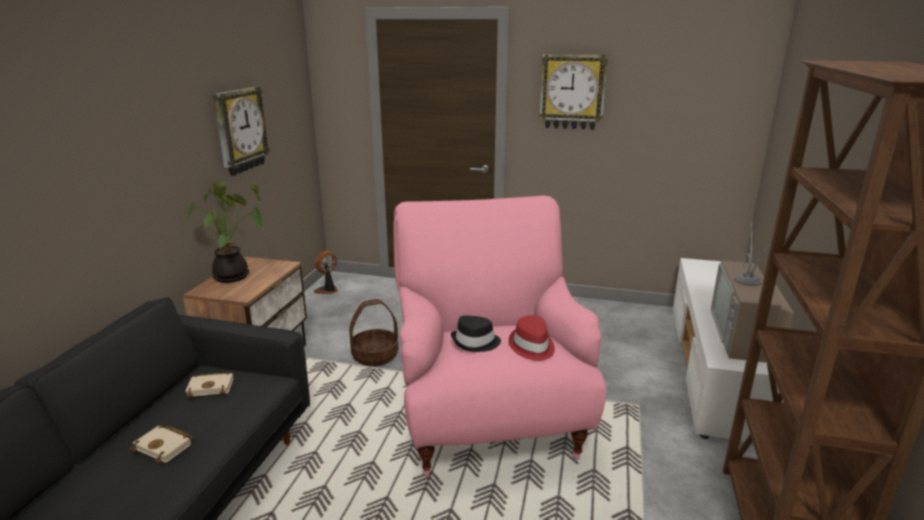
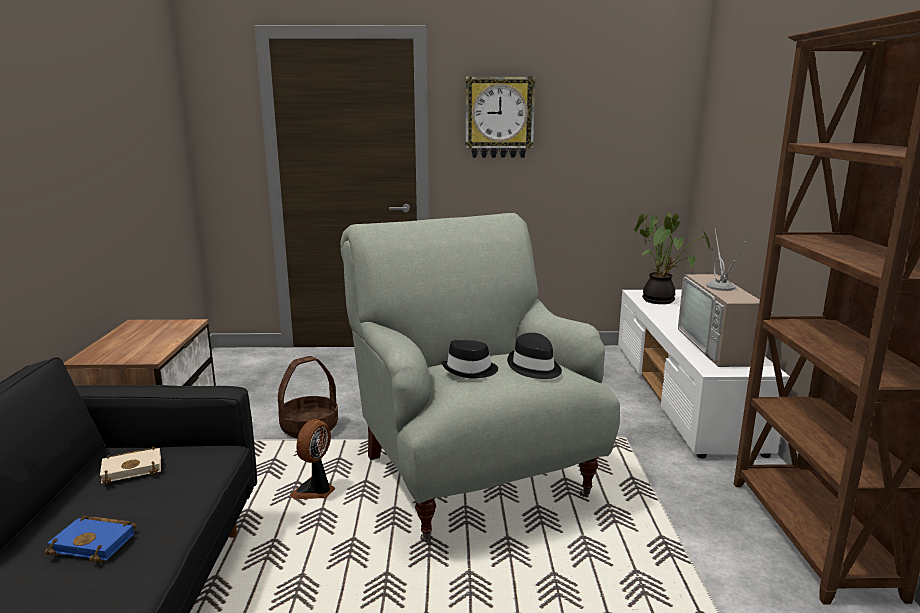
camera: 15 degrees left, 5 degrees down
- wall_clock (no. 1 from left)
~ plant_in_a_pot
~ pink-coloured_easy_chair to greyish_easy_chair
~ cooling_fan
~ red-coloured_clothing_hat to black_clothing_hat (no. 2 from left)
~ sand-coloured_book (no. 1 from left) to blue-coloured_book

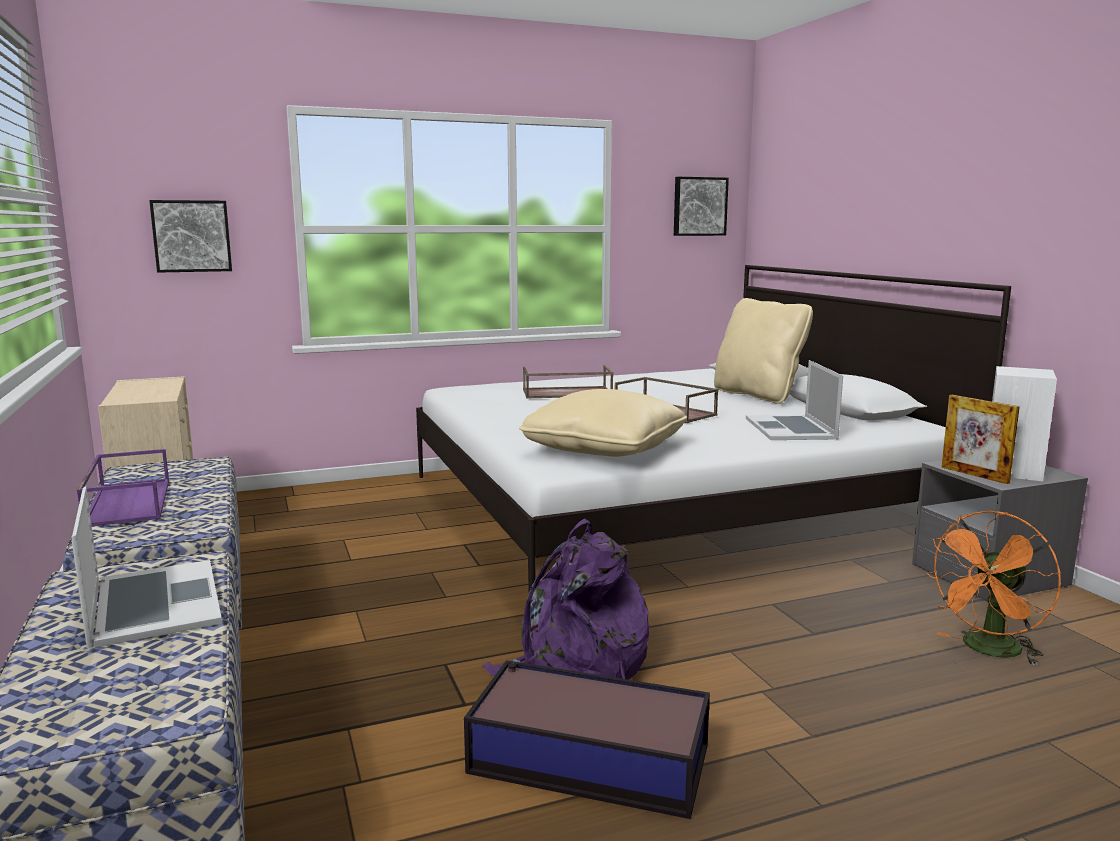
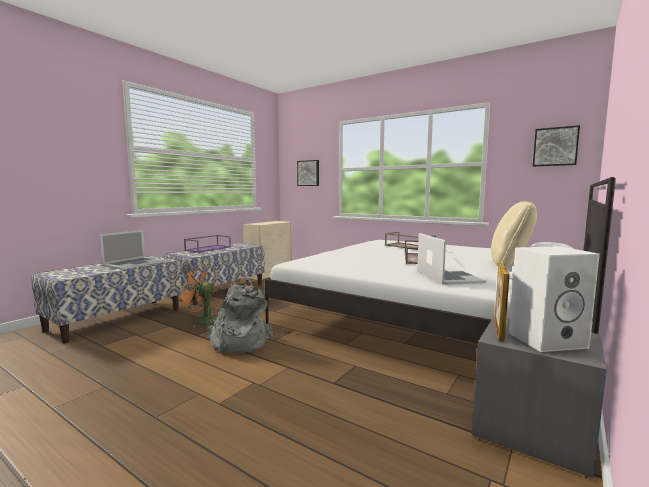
camera: 55 degrees right, 5 degrees down
~ portable_computer (no. 2 from left) 120 degrees clockwise
- sand-coloured_throw_pillow (no. 1 from left)
~ orange-coloured_cooling_fan
~ purple_knapsack to greyish_knapsack
- storage_container

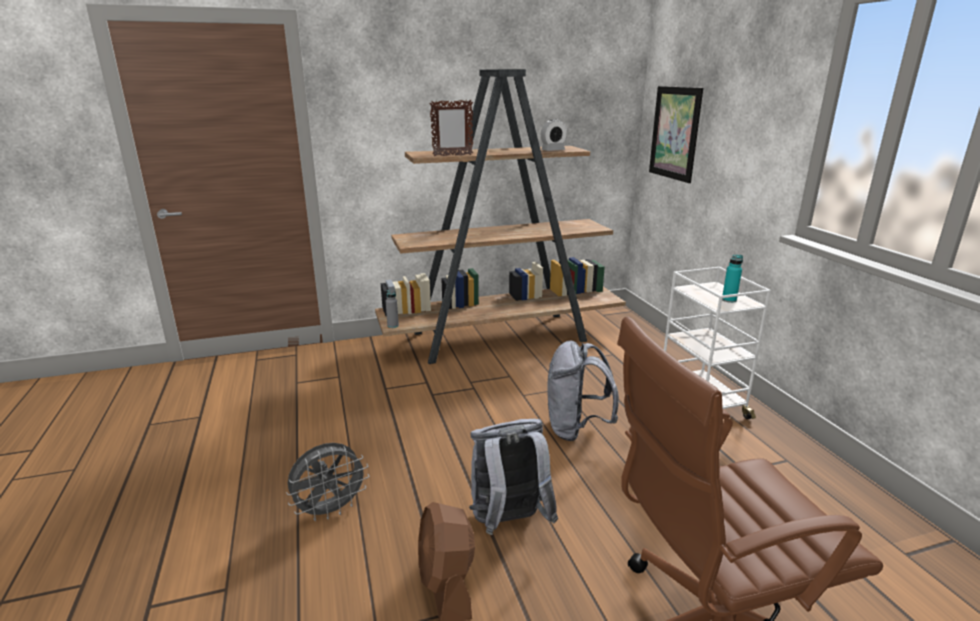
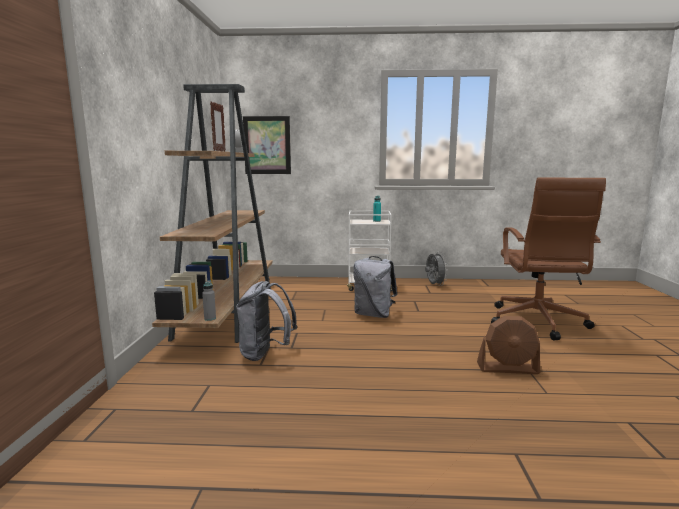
camera: 70 degrees left, 10 degrees down
~ greyish_knapsack (no. 1 from left)
~ greyish_cooling_fan

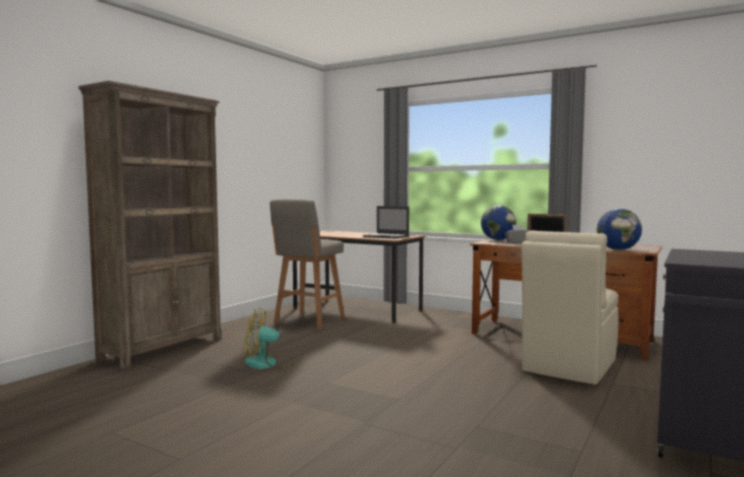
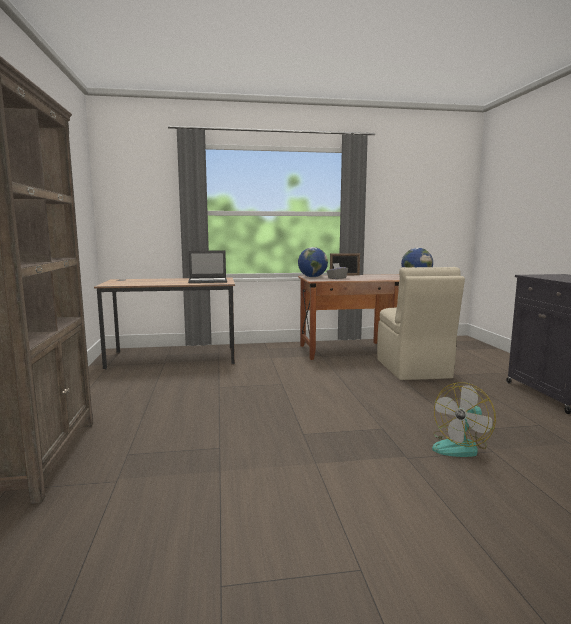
camera: 40 degrees left, 5 degrees up
- greyish_stool_seat
~ cooling_fan

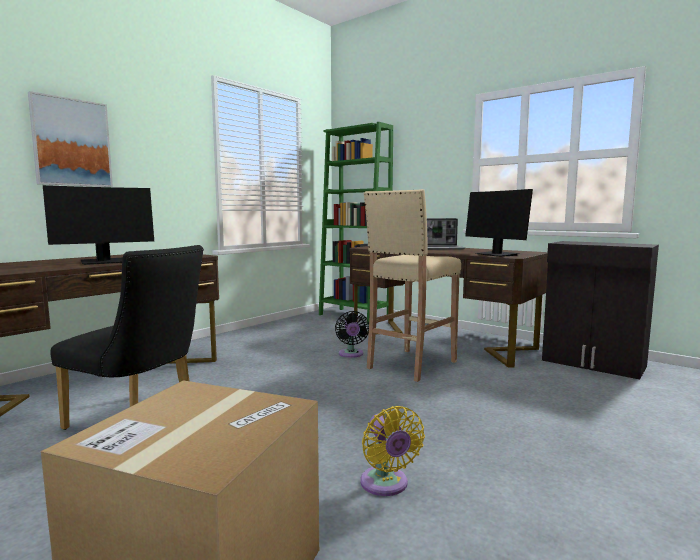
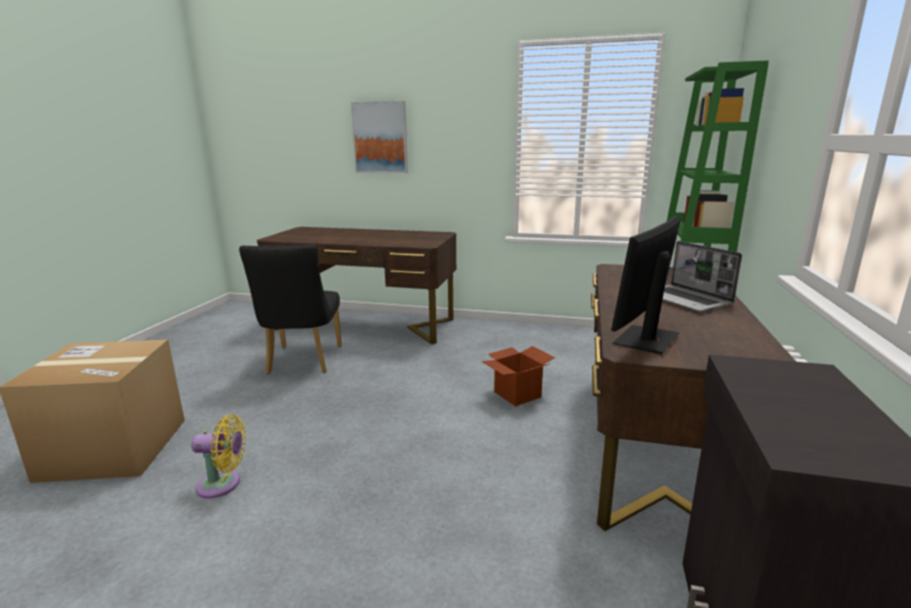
camera: 65 degrees right, 10 degrees up
- computer_screen (no. 1 from left)
- sand-coloured_stool_seat
~ black_cooling_fan to cardboard_box (no. 2 from left)
~ yellow_cooling_fan 135 degrees counterclockwise

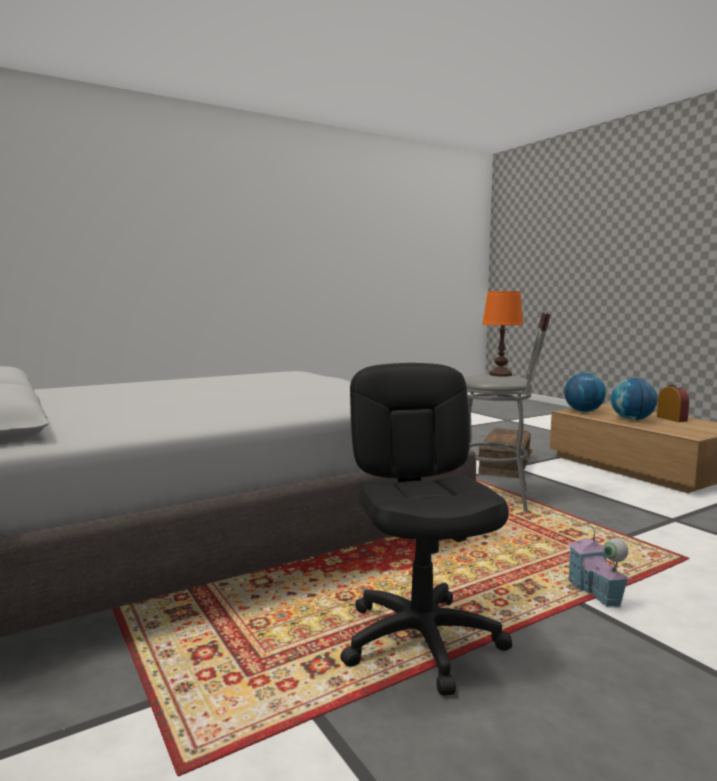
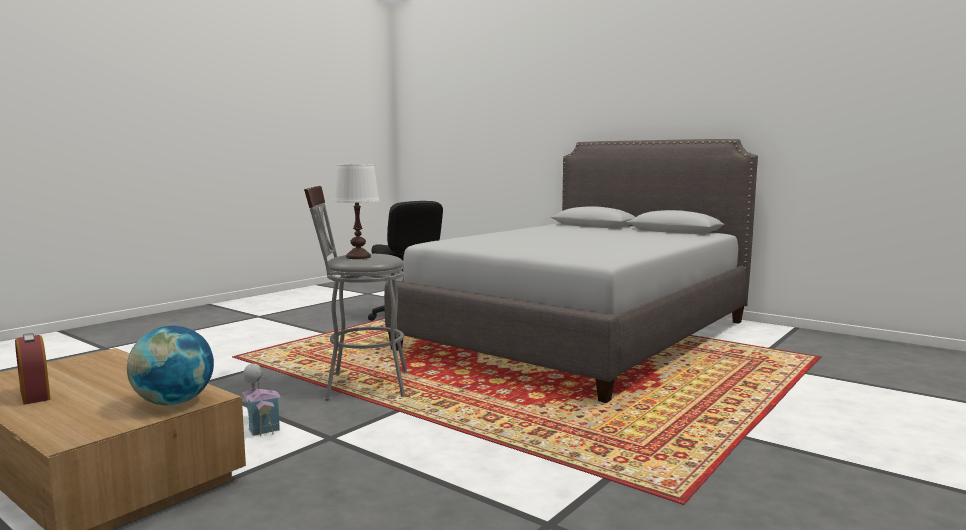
camera: 160 degrees right, 0 degrees up
~ orange-coloured_table_lamp to white_table_lamp
- world_globe (no. 2 from left)
- brown_storage_container
~ toy_house

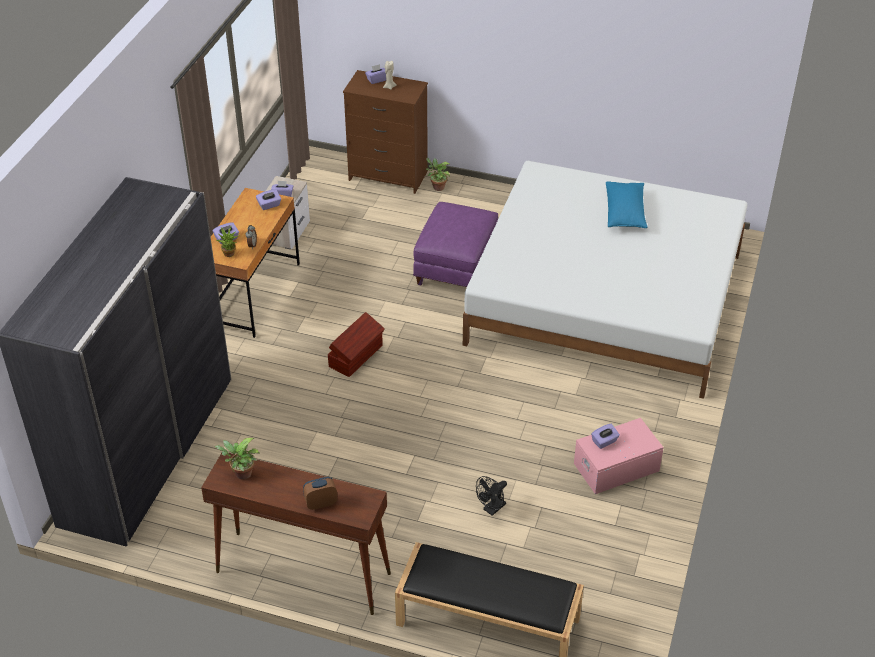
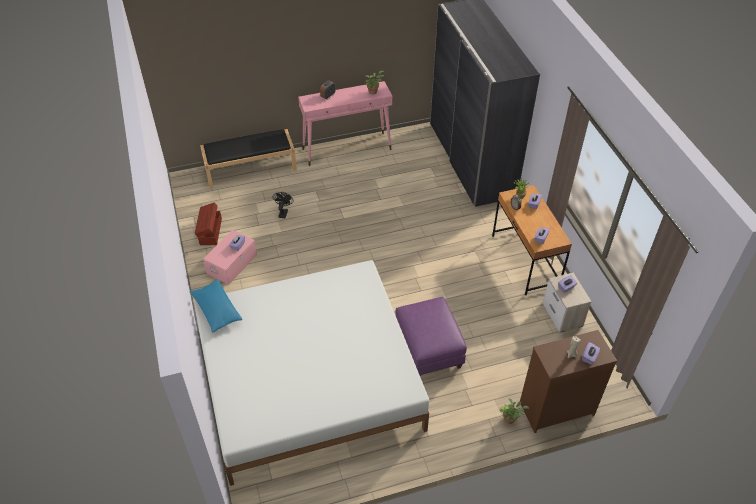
camera: 145 degrees right, 5 degrees up
~ blue-coloured_throw_pillow
~ brown_storage_container
~ brown_hall_table to pink-coloured_hall_table

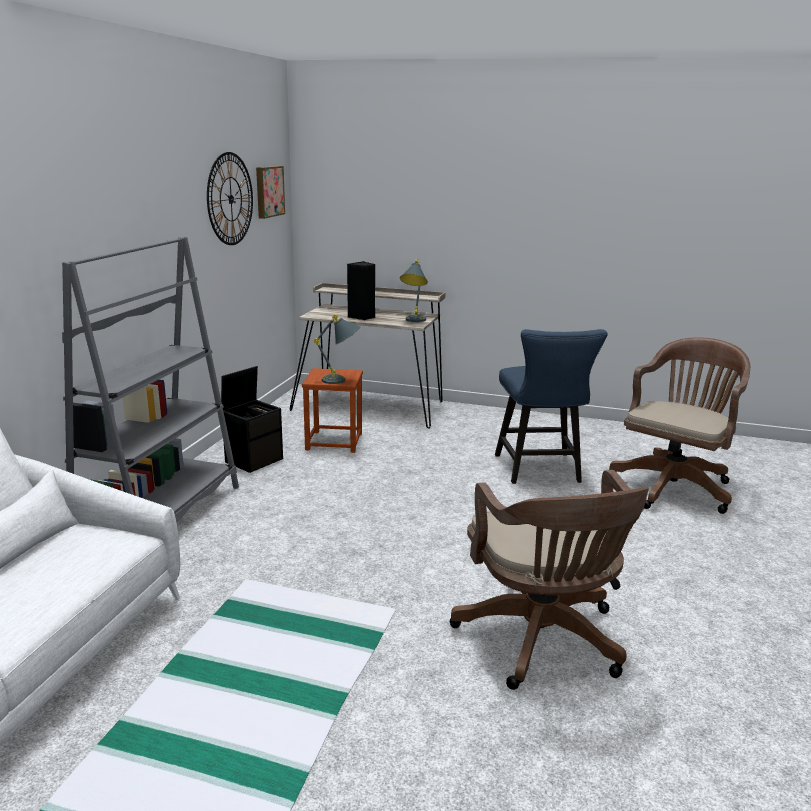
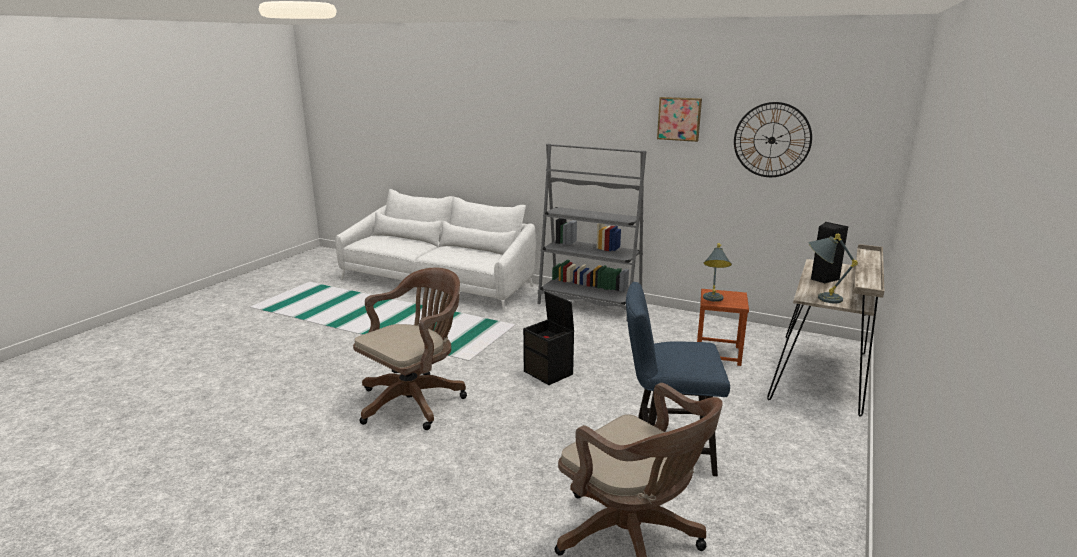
camera: 100 degrees right, 0 degrees up
~ wall_picture
~ black_storage_container
~ brown_desk_chair (no. 1 from left) 135 degrees clockwise

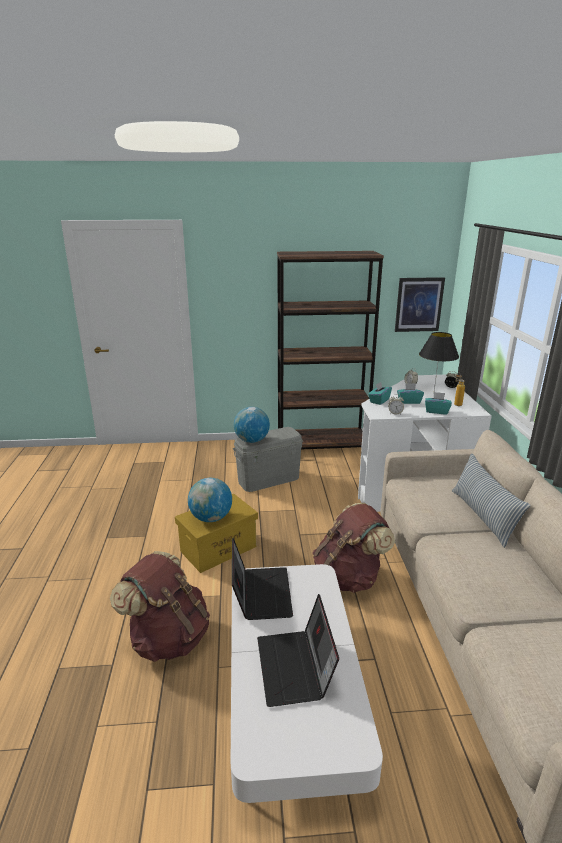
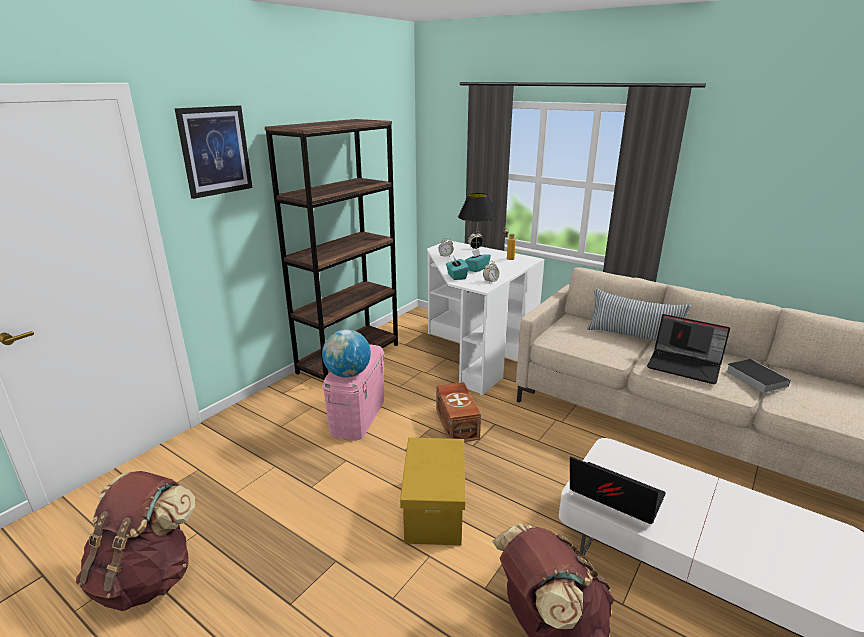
camera: 50 degrees left, 0 degrees up
~ wall_picture
- blue-green_tissue_box (no. 3 from left)
~ greyish_storage_container to pink-coloured_storage_container
- world_globe (no. 1 from left)
~ brown_knapsack (no. 2 from left in the first image) to brown_knapsack (no. 1 from left)
~ portable_computer (no. 2 from left)
+ book
+ brown_storage_container

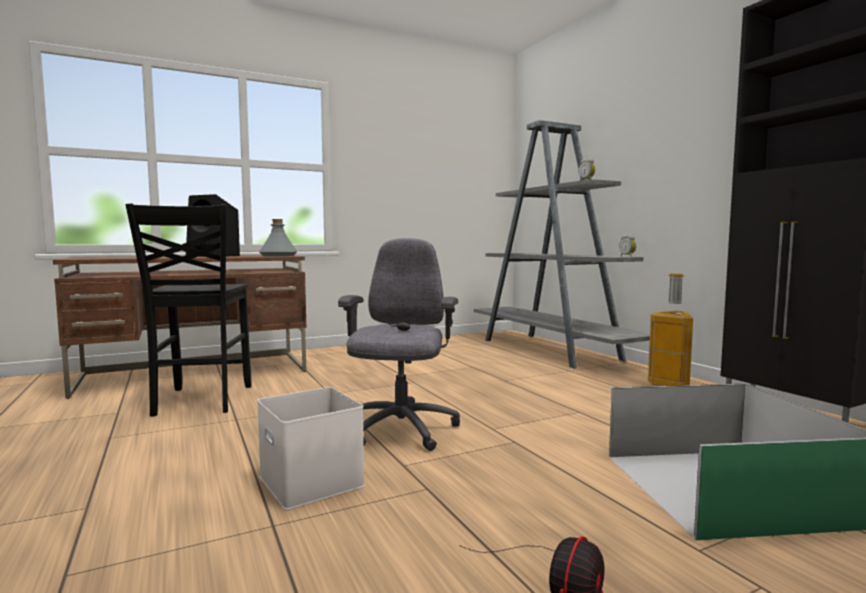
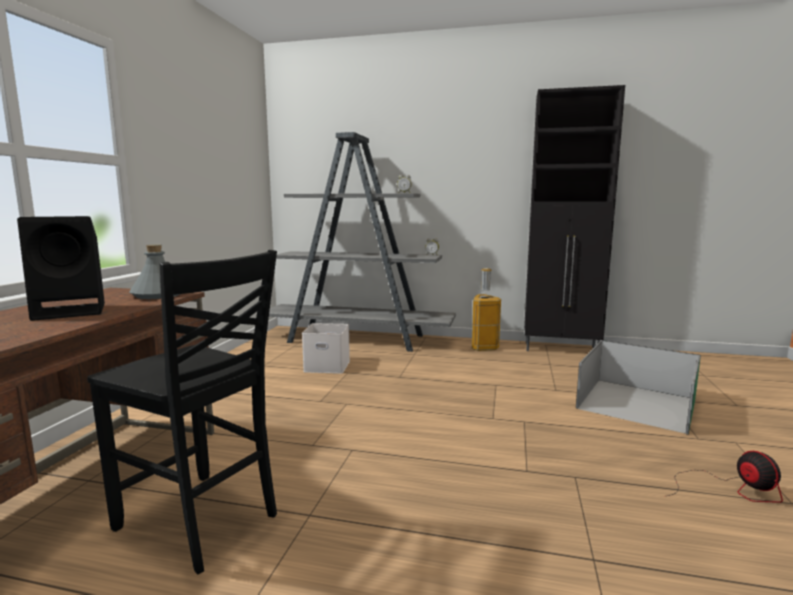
camera: 50 degrees left, 5 degrees up
- greyish_desk_chair
~ white_storage_container

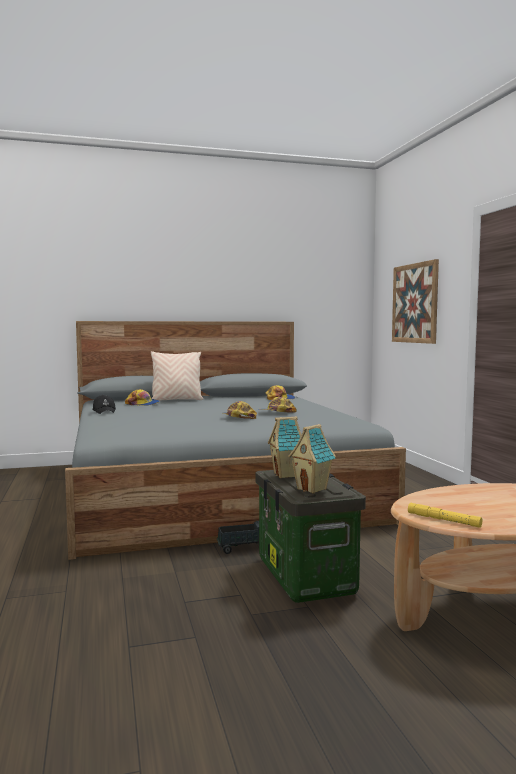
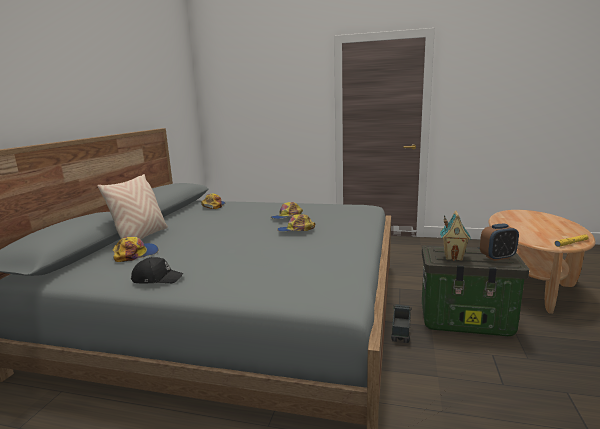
camera: 60 degrees left, 10 degrees up
- wall_picture
~ toy_house (no. 2 from left) to table_clock

